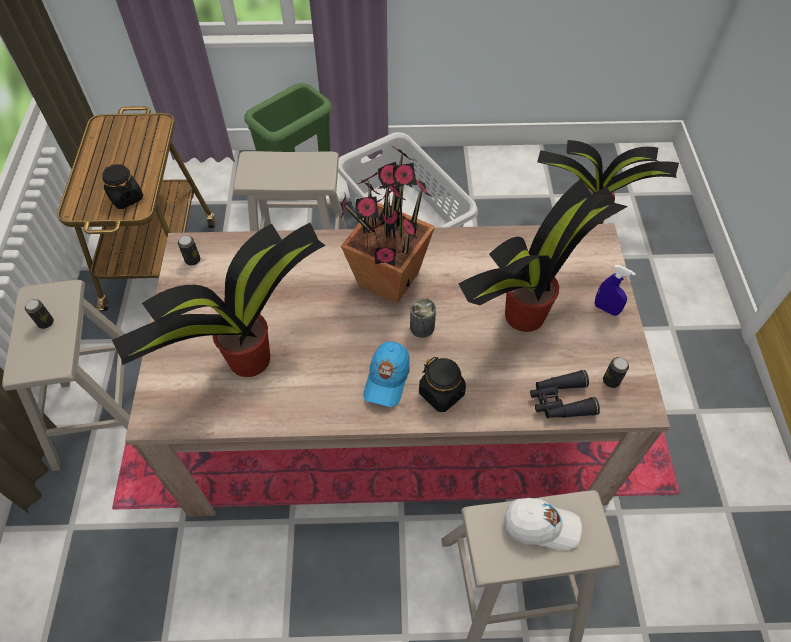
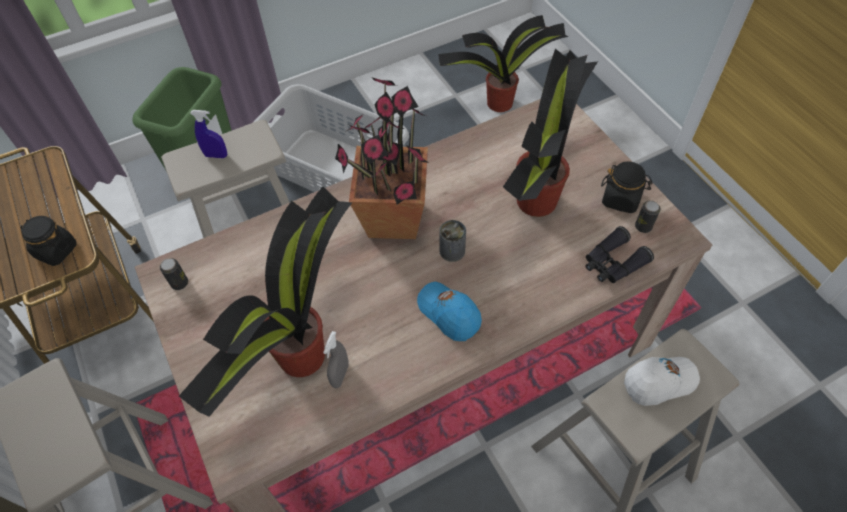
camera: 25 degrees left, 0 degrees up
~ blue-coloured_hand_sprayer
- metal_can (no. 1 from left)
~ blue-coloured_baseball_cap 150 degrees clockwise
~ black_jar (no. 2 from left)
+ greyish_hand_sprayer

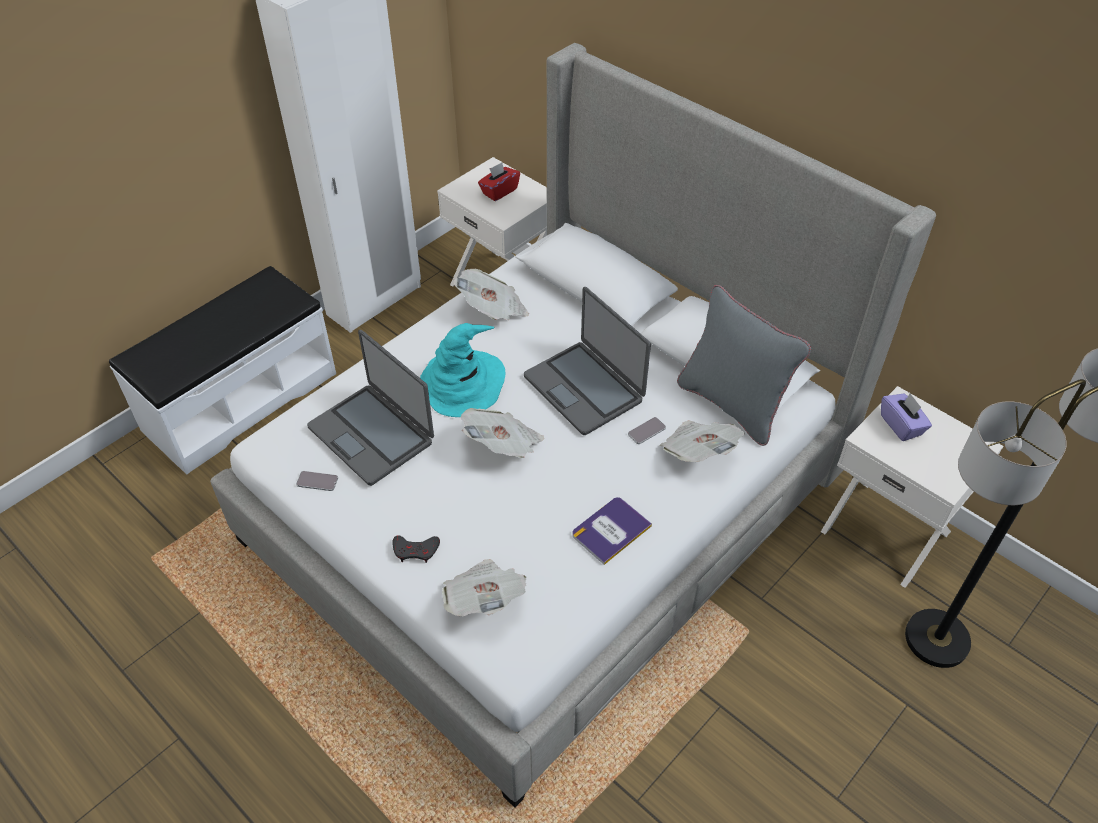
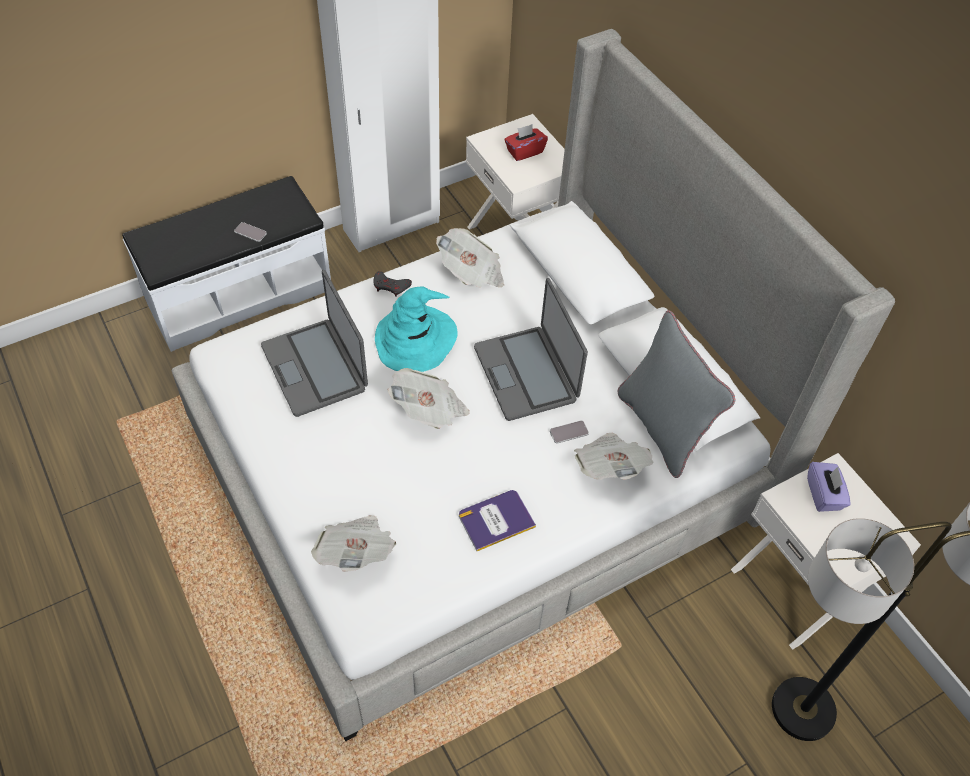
camera: 15 degrees right, 5 degrees up
~ phone (no. 1 from left)
~ greyish_joypad

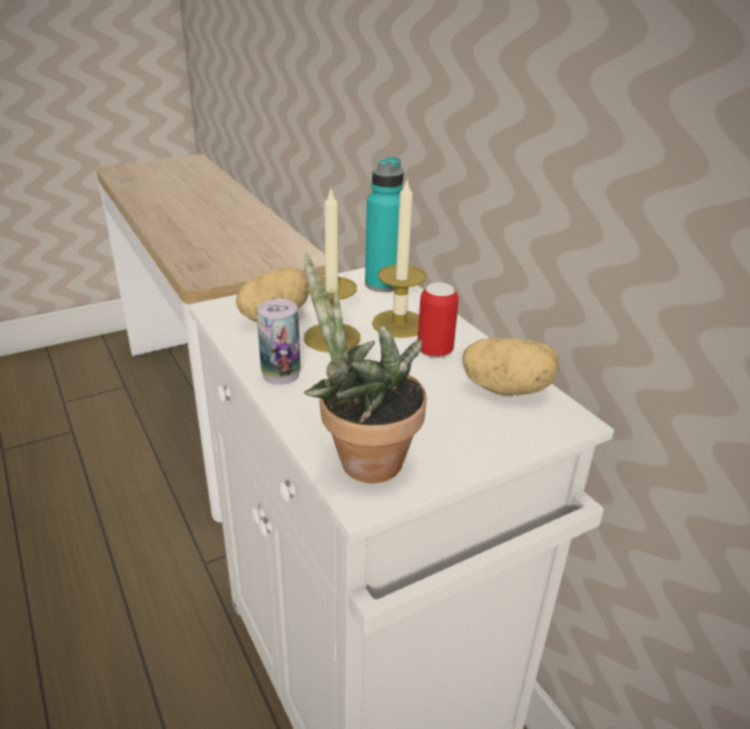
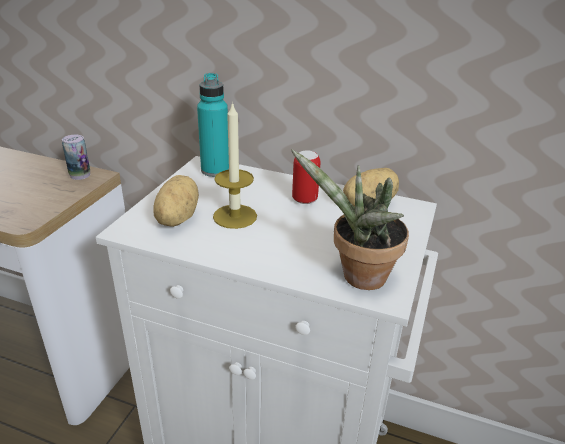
camera: 40 degrees left, 0 degrees up
- candle (no. 2 from left)
~ metal_can (no. 1 from left)

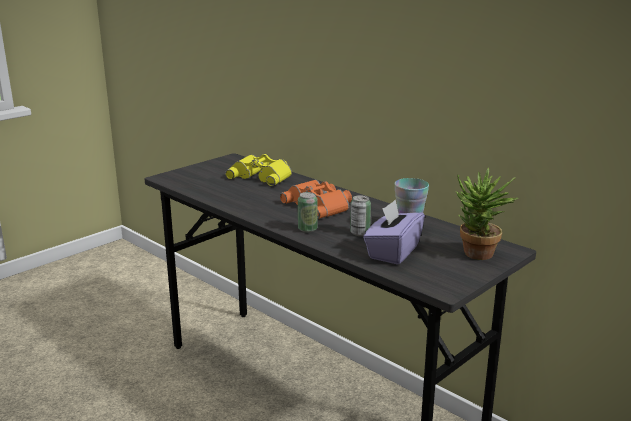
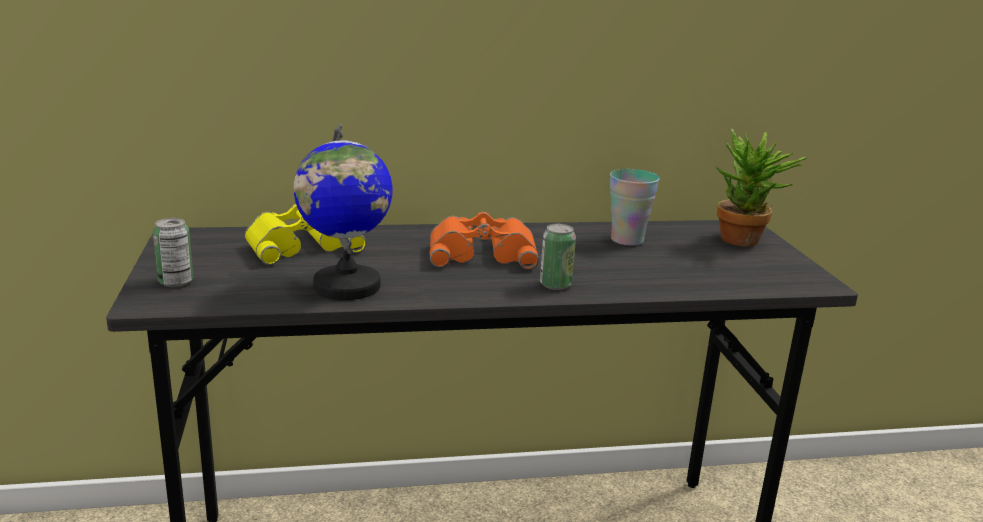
camera: 55 degrees left, 0 degrees up
~ metal_can (no. 2 from left in the first image) to metal_can (no. 1 from left)
- purple_tissue_box
+ world_globe

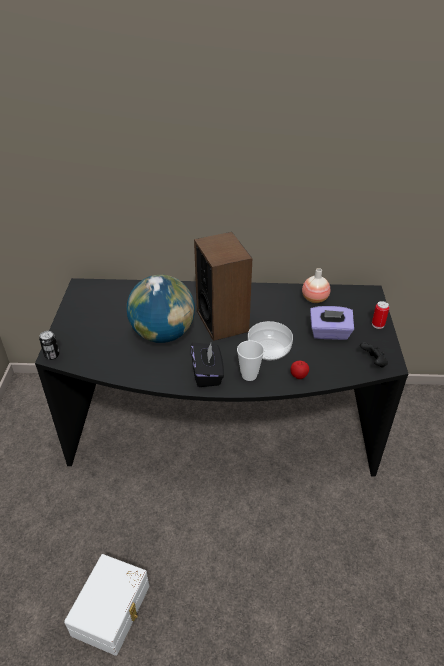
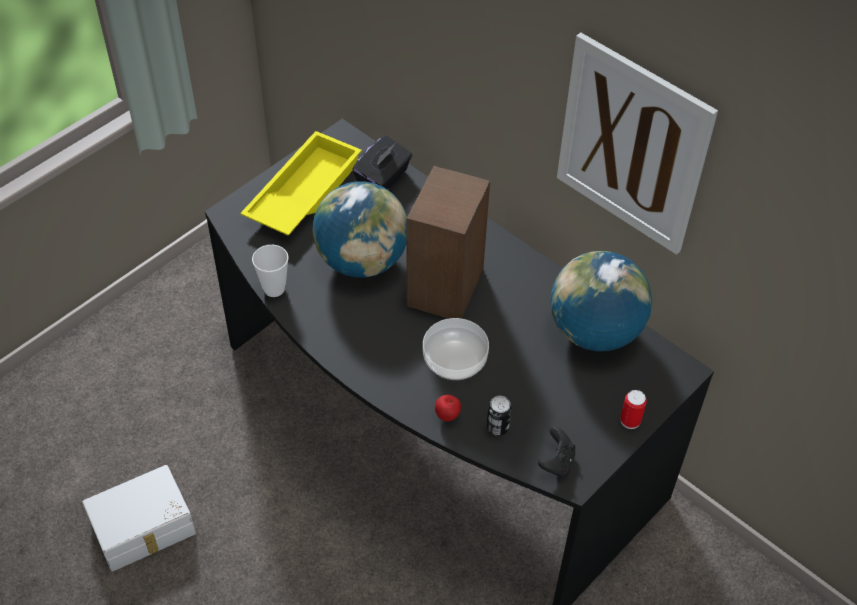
camera: 40 degrees right, 10 degrees up
~ vase to world_globe (no. 2 from left)
- purple_tissue_box
~ metal_can (no. 1 from left)
~ small_cup
~ black_tissue_box
+ wall_picture
+ yellow_tray

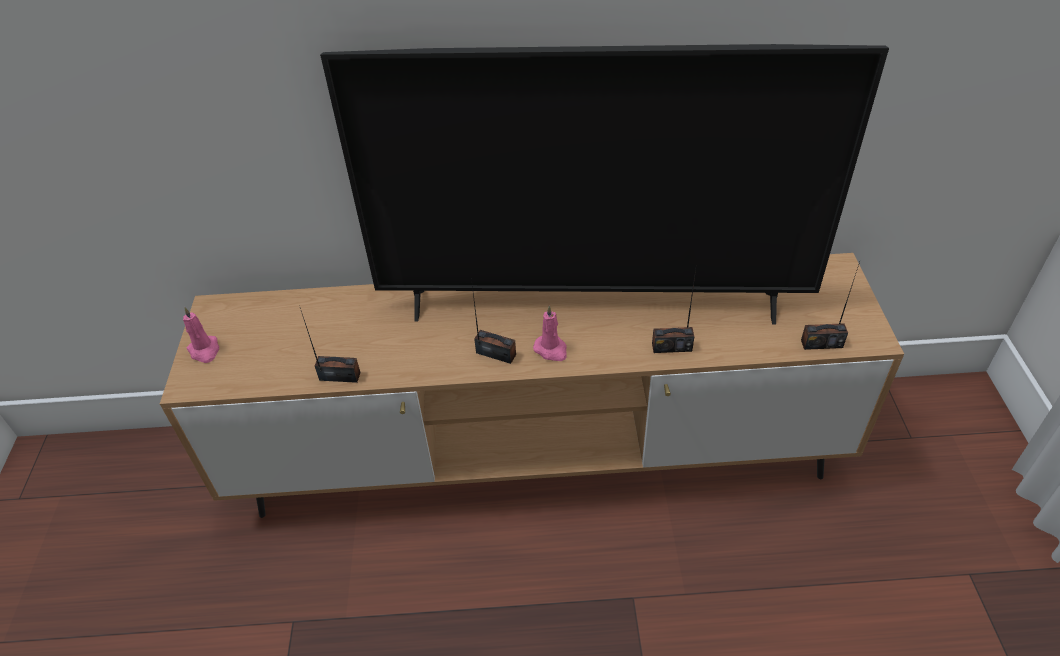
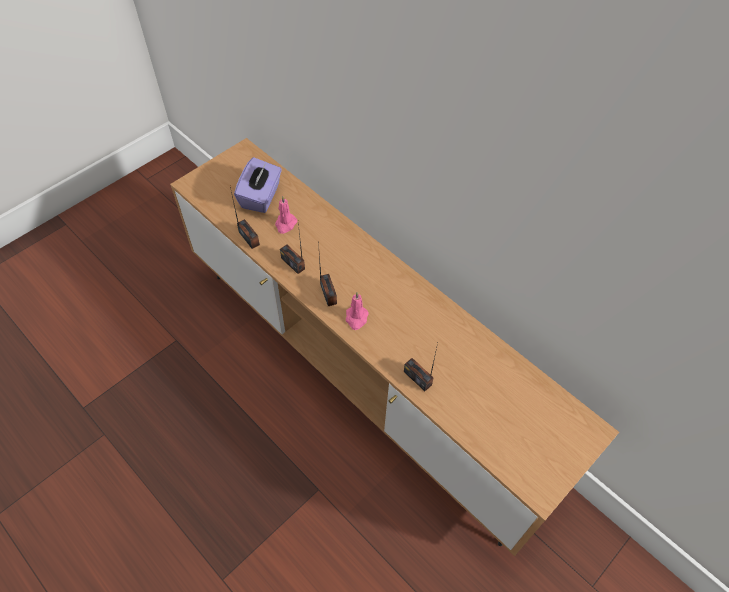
camera: 45 degrees right, 10 degrees up
- TV_set
~ radio (no. 4 from left in the first image) to radio (no. 2 from left)
~ pink-coloured_candle (no. 1 from left)
+ purple_tissue_box

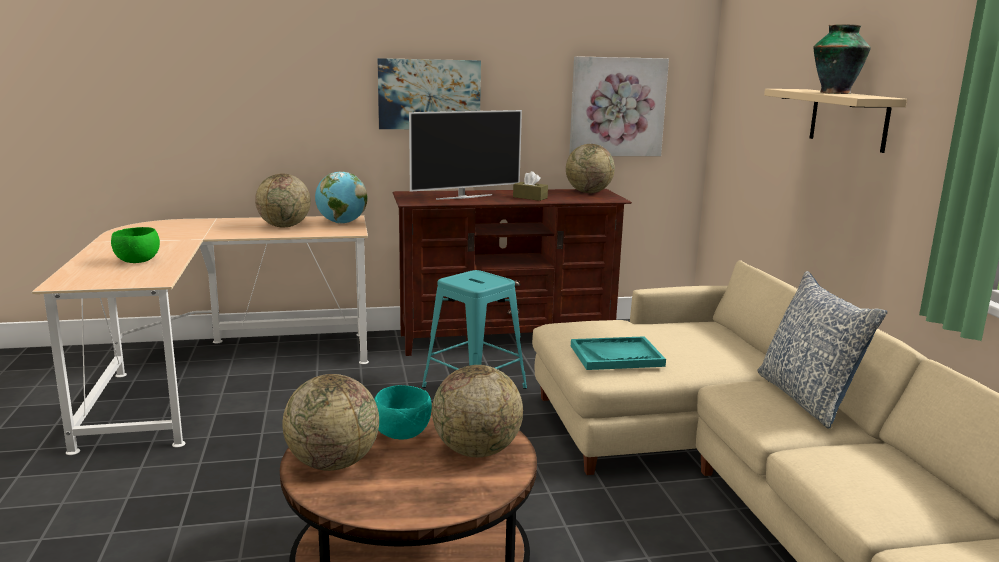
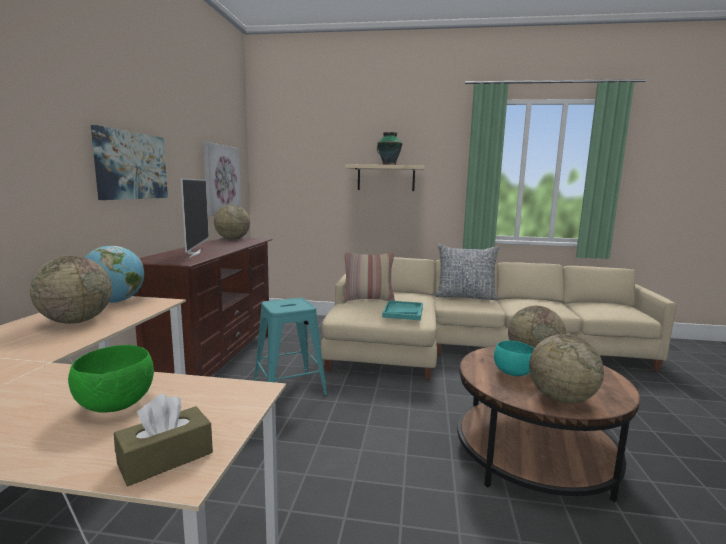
camera: 70 degrees left, 5 degrees down
~ brown_tissue_box
+ throw_pillow (no. 1 from left)

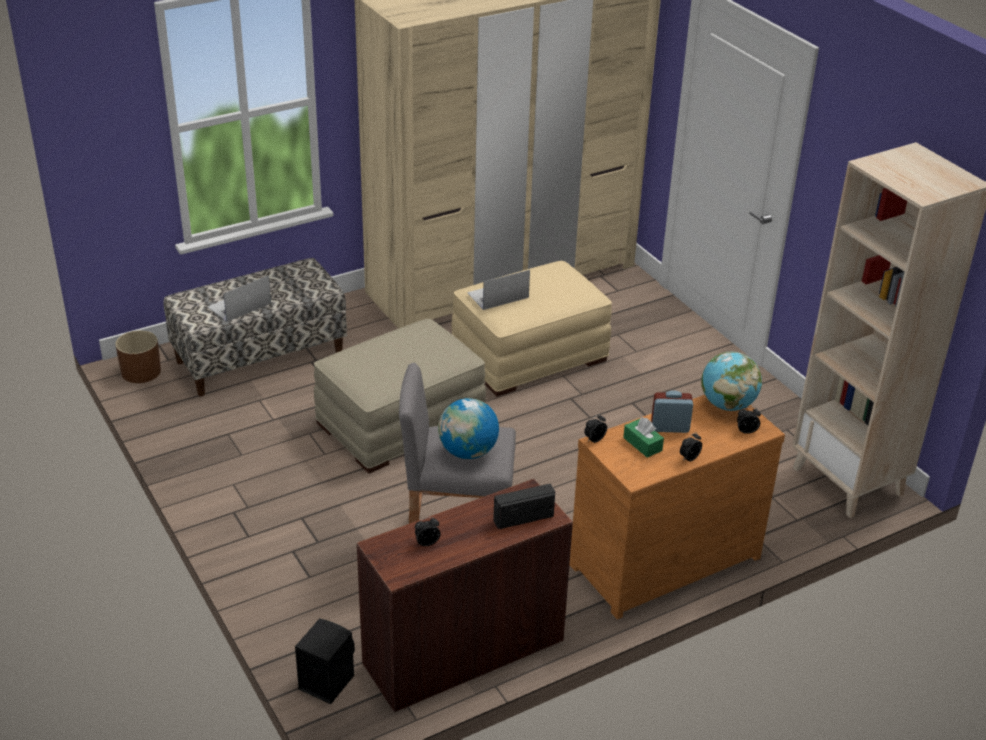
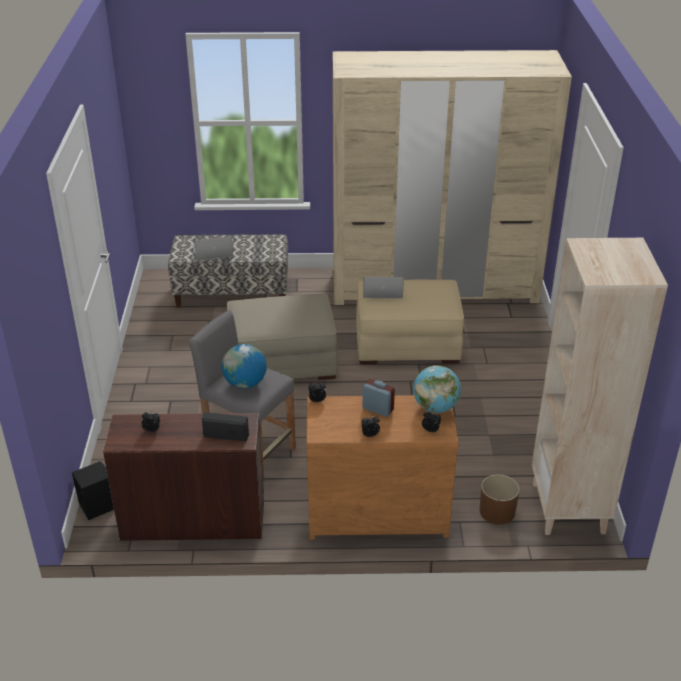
camera: 30 degrees right, 0 degrees up
~ brown_plant_pot
- green_tissue_box

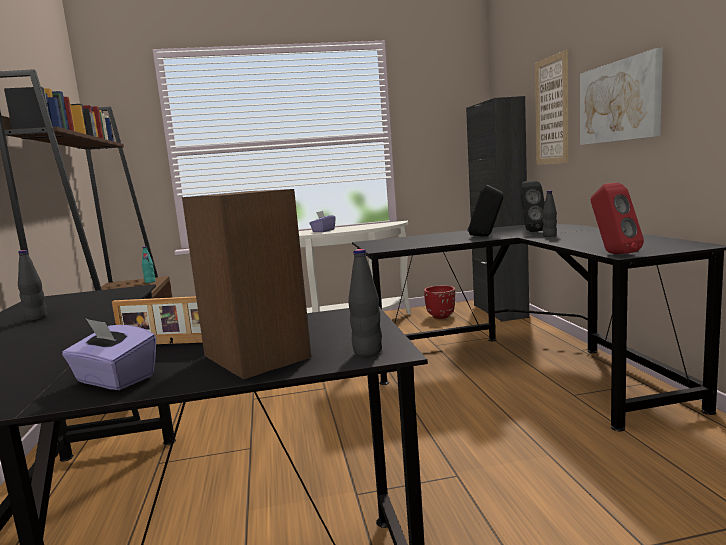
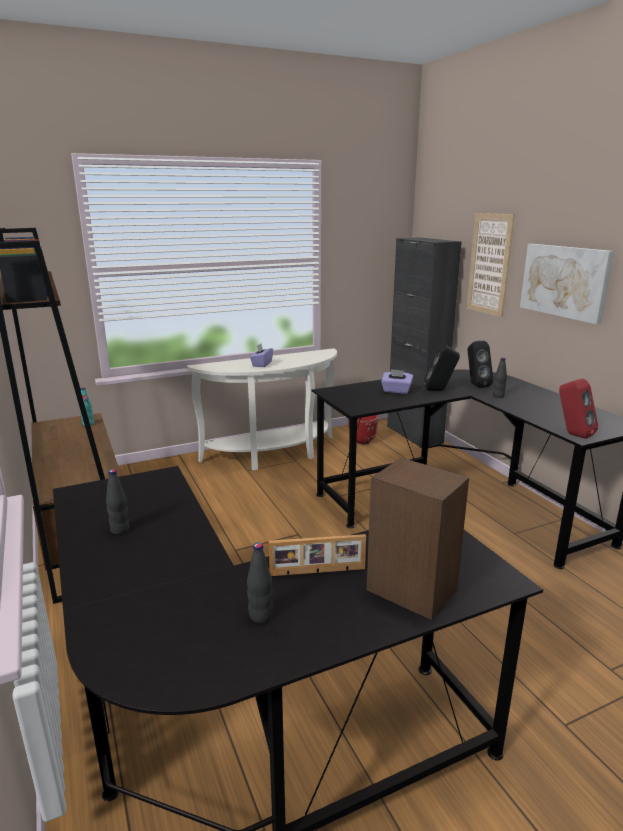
camera: 15 degrees left, 10 degrees up
~ black_beverage_bottle (no. 2 from left)
~ purple_tissue_box (no. 1 from left in the first image) to purple_tissue_box (no. 2 from left)

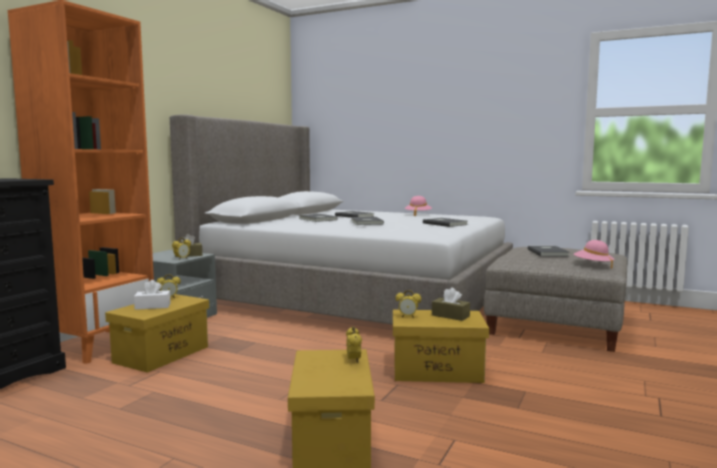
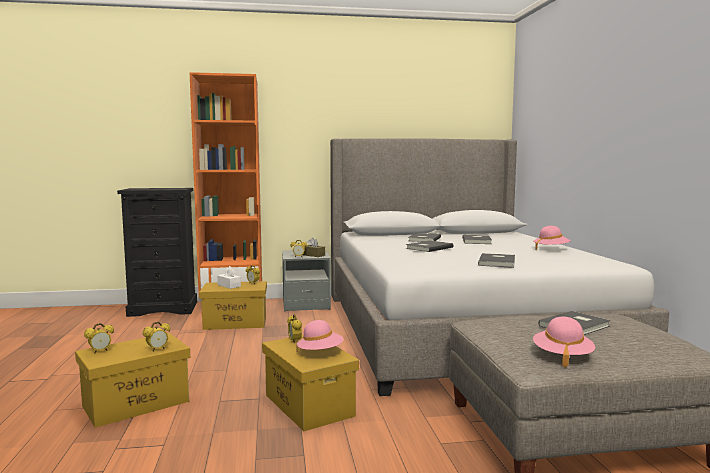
camera: 55 degrees right, 0 degrees up
~ brown_tissue_box (no. 2 from left) to pink-coloured_clothing_hat (no. 1 from left)
+ table_clock (no. 1 from left)

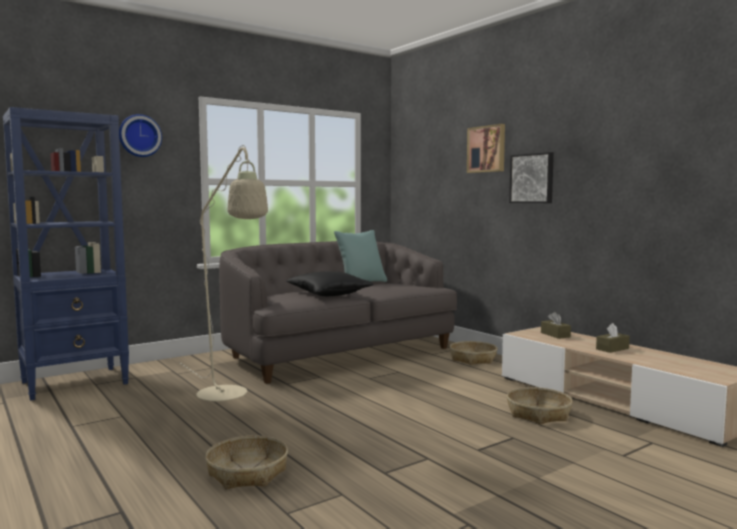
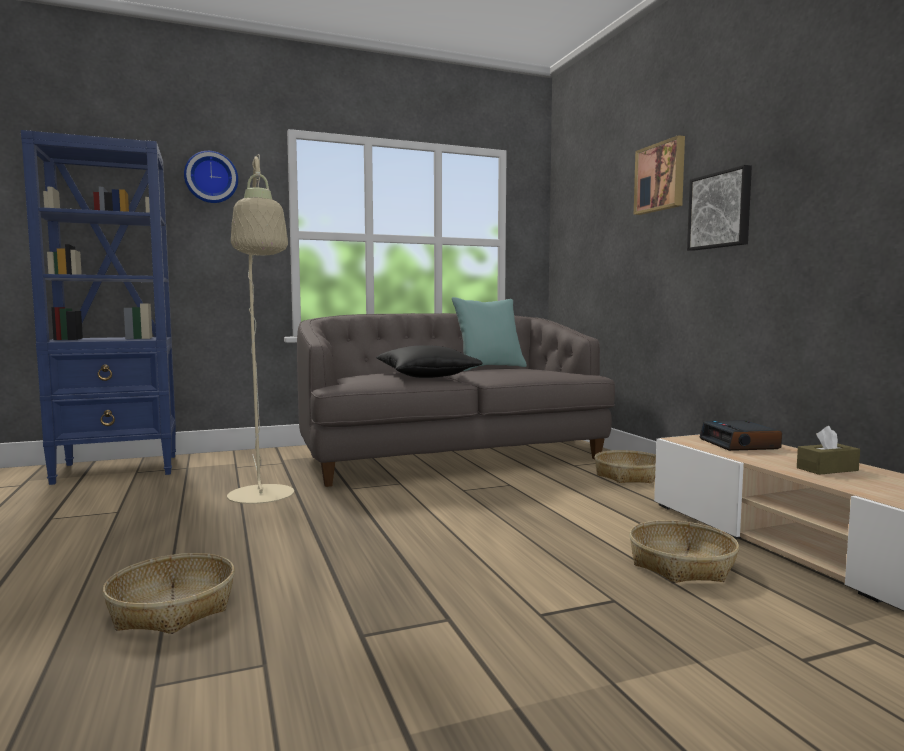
camera: 15 degrees right, 0 degrees up
~ brown_tissue_box (no. 1 from left) to table_clock

